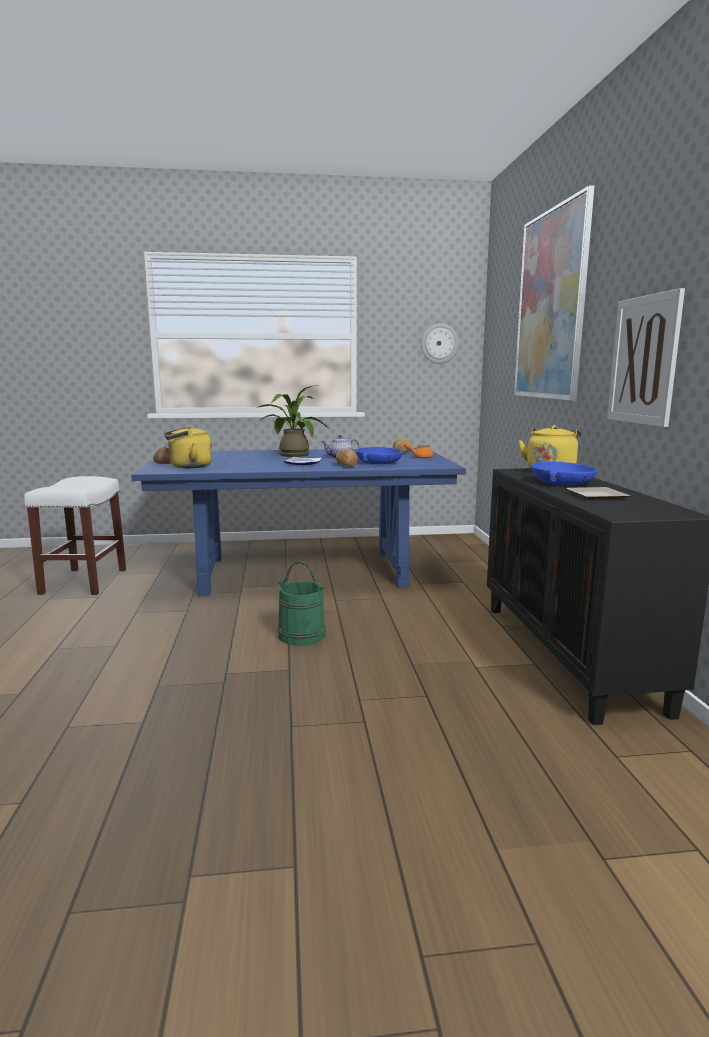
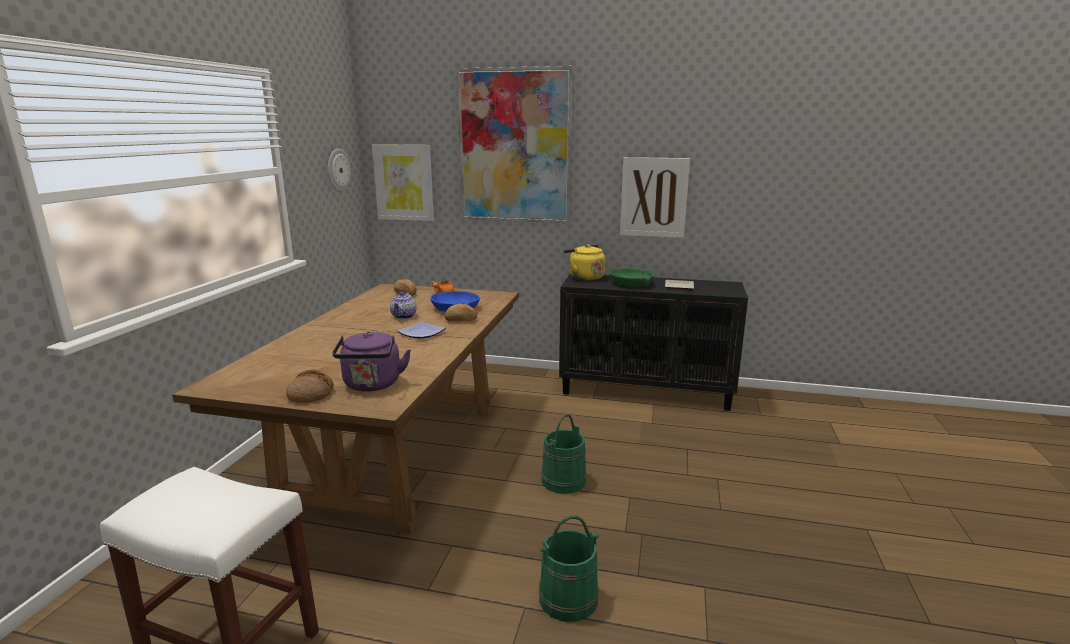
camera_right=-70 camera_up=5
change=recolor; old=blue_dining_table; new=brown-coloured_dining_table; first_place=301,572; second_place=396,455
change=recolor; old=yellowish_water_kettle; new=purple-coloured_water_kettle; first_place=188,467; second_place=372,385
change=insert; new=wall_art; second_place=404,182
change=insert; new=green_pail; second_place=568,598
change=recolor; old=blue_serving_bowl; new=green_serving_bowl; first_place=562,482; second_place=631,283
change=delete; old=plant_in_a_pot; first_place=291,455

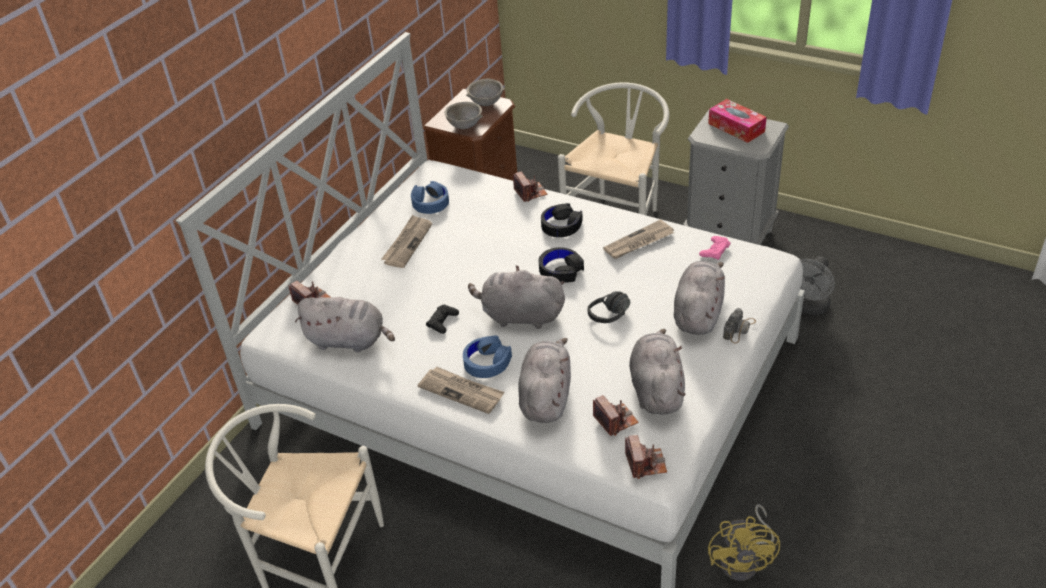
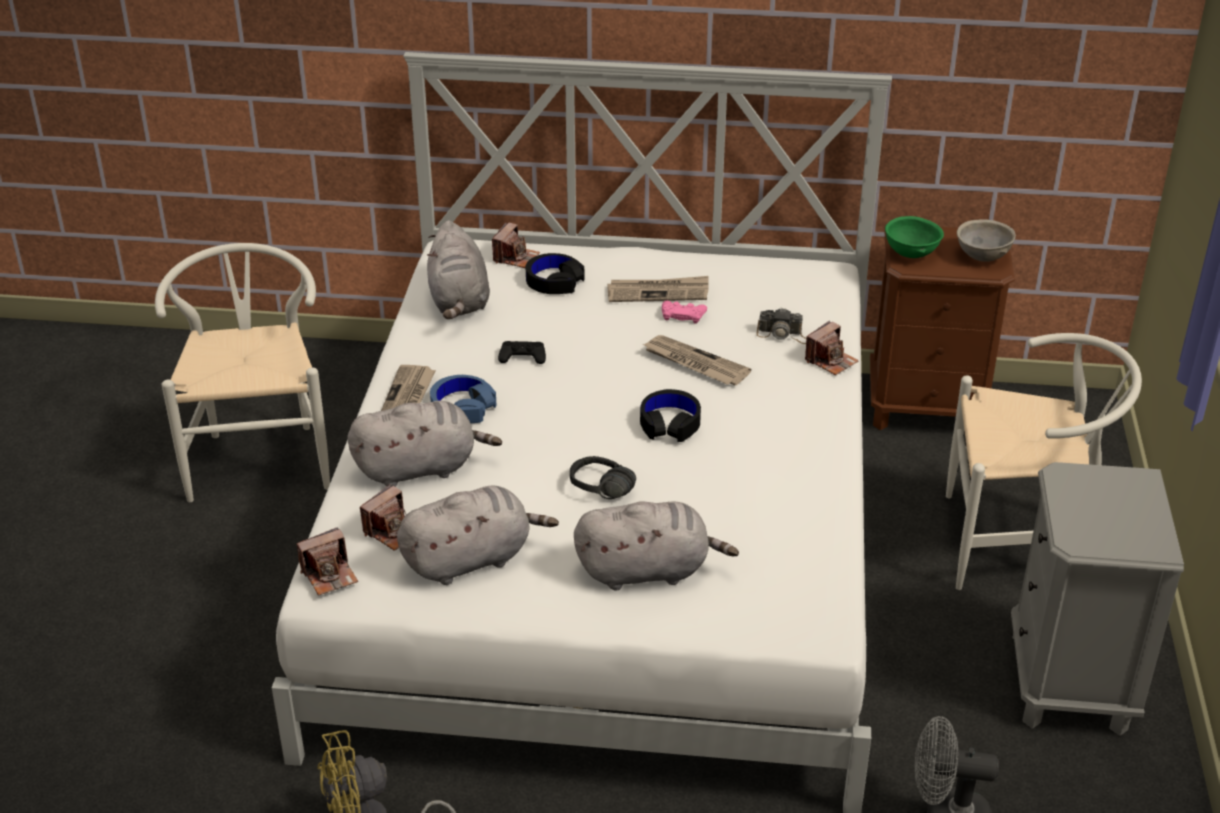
camera_right=65 camera_up=-5
change=move; old=black-coloured_headset; first_place=561,225; second_place=554,281
change=move; old=newspaper; first_place=638,242; second_place=694,363
change=move; old=pink-coloured_joypad; first_place=715,250; second_place=683,315
change=move; old=photo_camera; first_place=739,329; second_place=783,335
change=recolor; old=gray_serving_bowl; new=green_serving_bowl; first_place=464,126; second_place=911,254
change=delete; old=blue_headset; first_place=430,202
change=delete; old=gray_cuddly_toy; first_place=519,316
change=delete; old=box_of_tissues; first_place=736,127

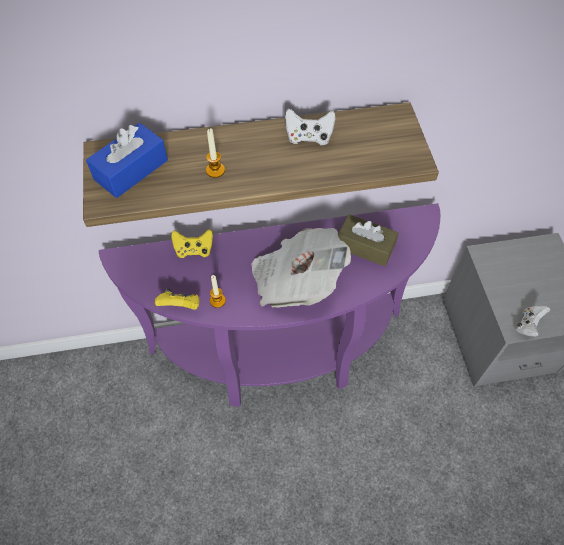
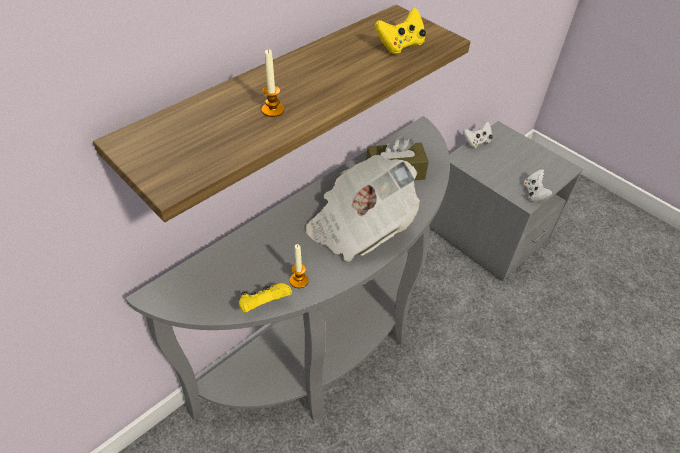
camera_right=-35 camera_up=-10
change=recolor; old=purple-coloured_hall_table; new=gray_hall_table; first_place=280,358; second_place=330,348
change=move; old=yellowish_joypad; first_place=194,250; second_place=400,46
change=move; old=white-coloured_joypad; first_place=308,137; second_place=476,142
change=delete; old=blue_box_of_tissues; first_place=131,170

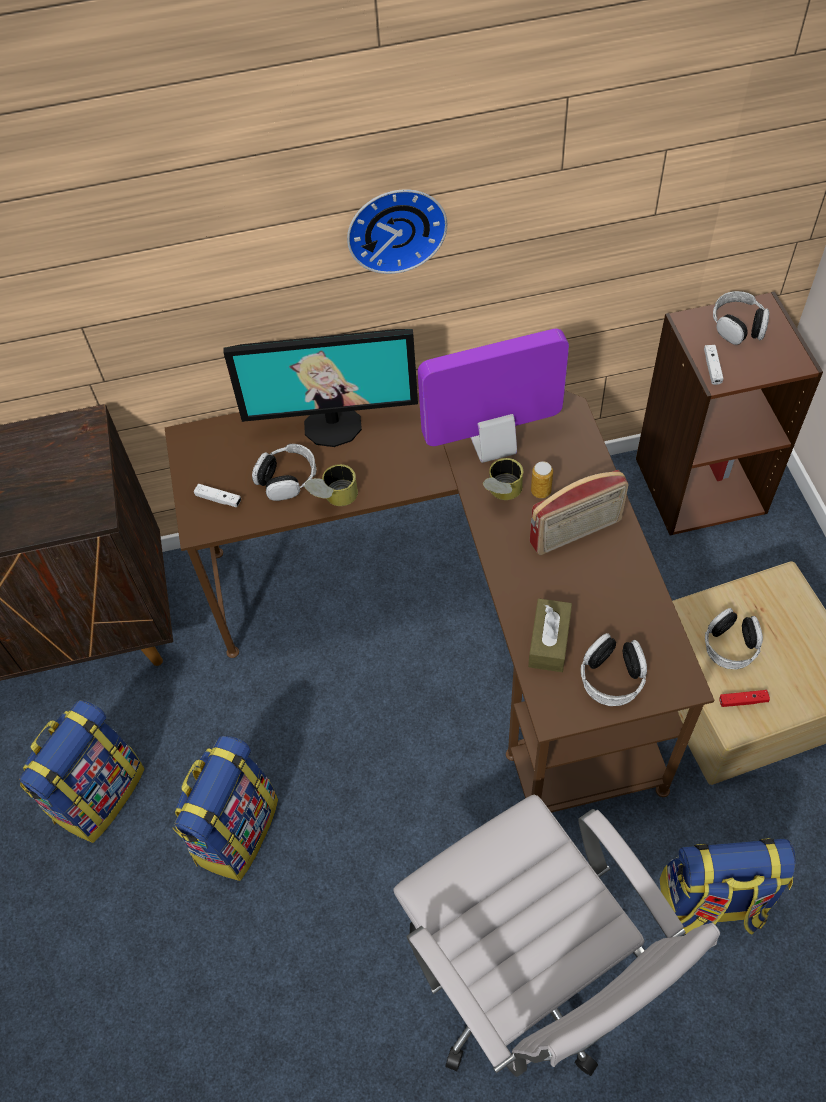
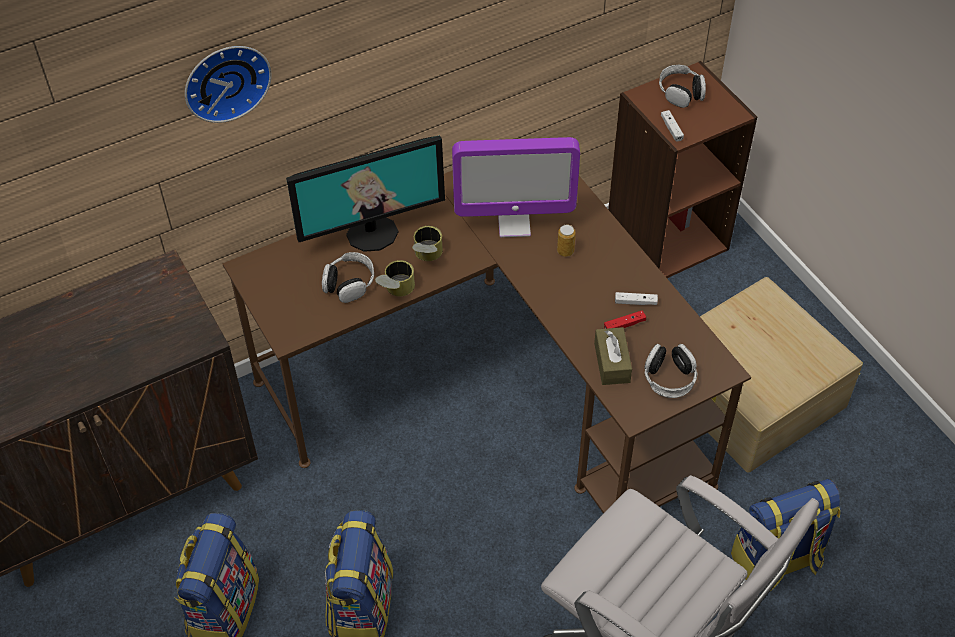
camera_right=-20 camera_up=-5
change=move; old=wall_clock; first_place=395,227; second_place=225,80
change=move; old=can; first_place=501,494; second_place=427,257
change=rotate; old=computer_screen; first_place=493,446; second_place=514,224; degrees=-150
change=move; old=red_joypad; first_place=743,701; second_place=624,325
change=move; old=white-coloured_joypad; first_place=218,499; second_place=635,302
change=delete; old=radio_receiver; first_place=576,533
change=delete; old=headset; first_place=730,645

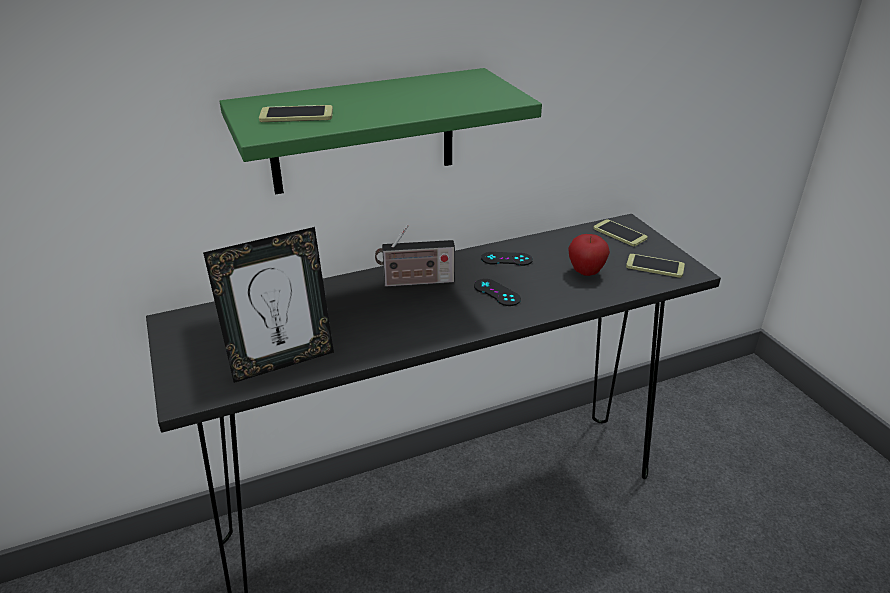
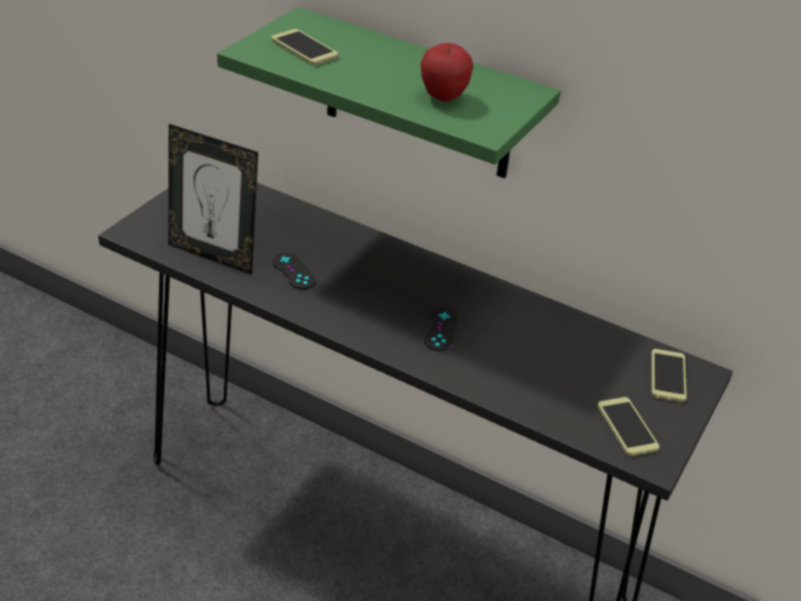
camera_right=50 camera_up=5
change=move; old=black-coloured_joypad; first_place=506,259; second_place=293,271
change=move; old=apple_fruit; first_place=586,272; second_place=443,97
change=delete; old=radio_receiver; first_place=415,282

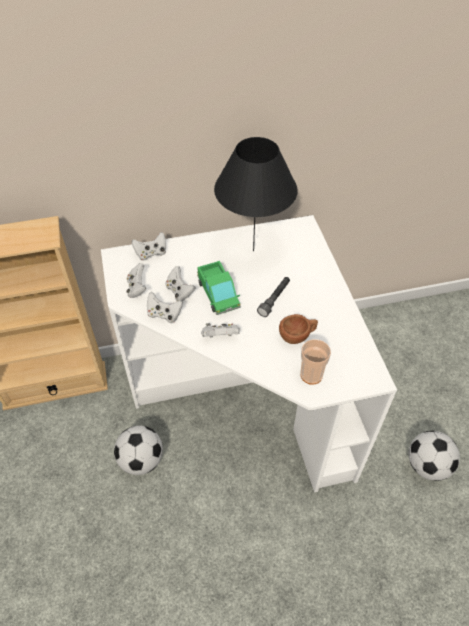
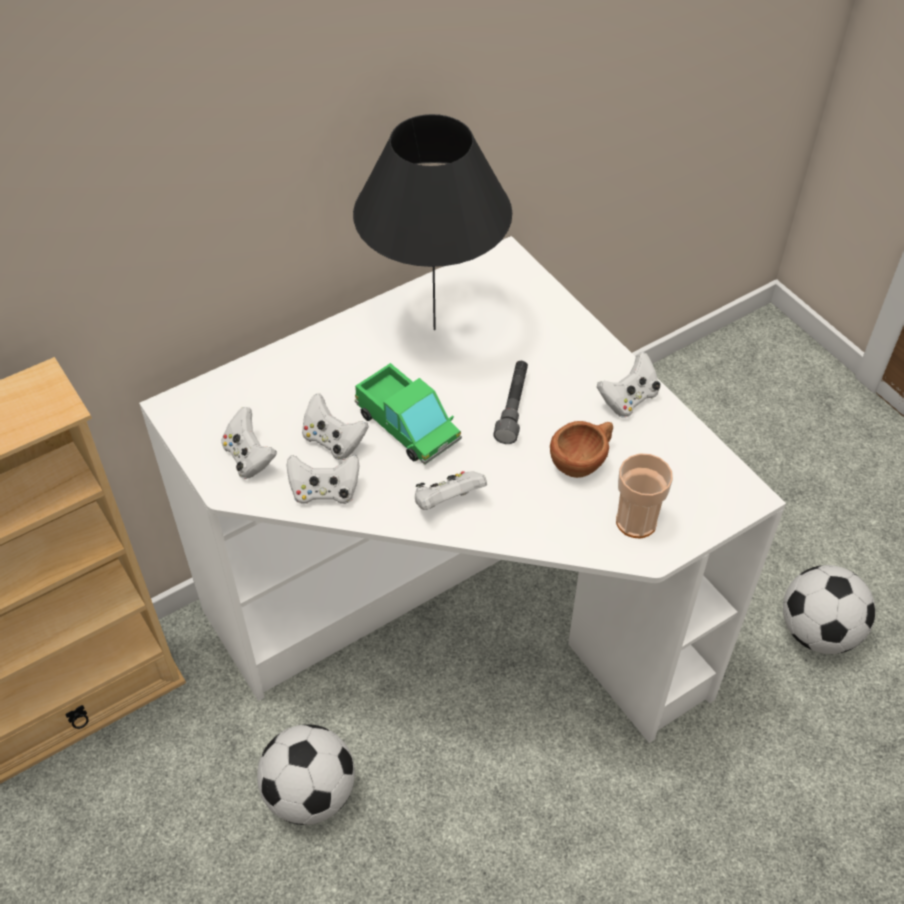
camera_right=-20 camera_up=0
change=move; old=white-coloured_joypad; first_place=151,253; second_place=628,399

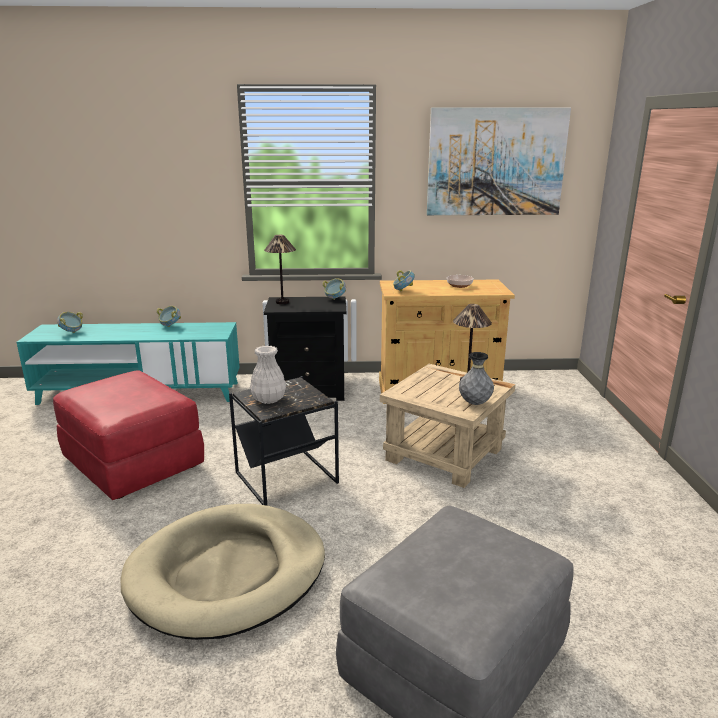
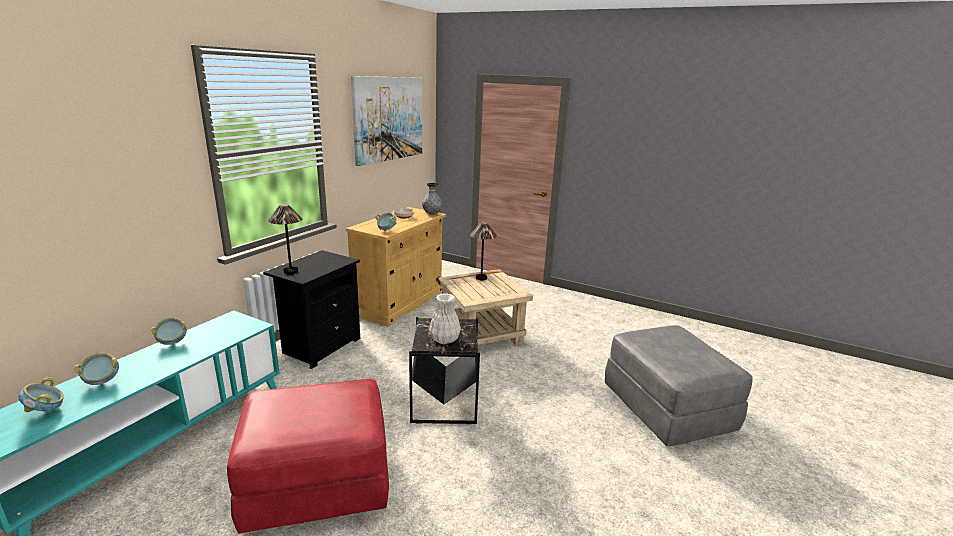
camera_right=-60 camera_up=0
change=move; old=serving_bowl; first_place=335,299; second_place=102,382
change=move; old=gray_flower_vase; first_place=475,403; second_place=432,214
change=delete; old=beige_dog_cushion; first_place=228,573

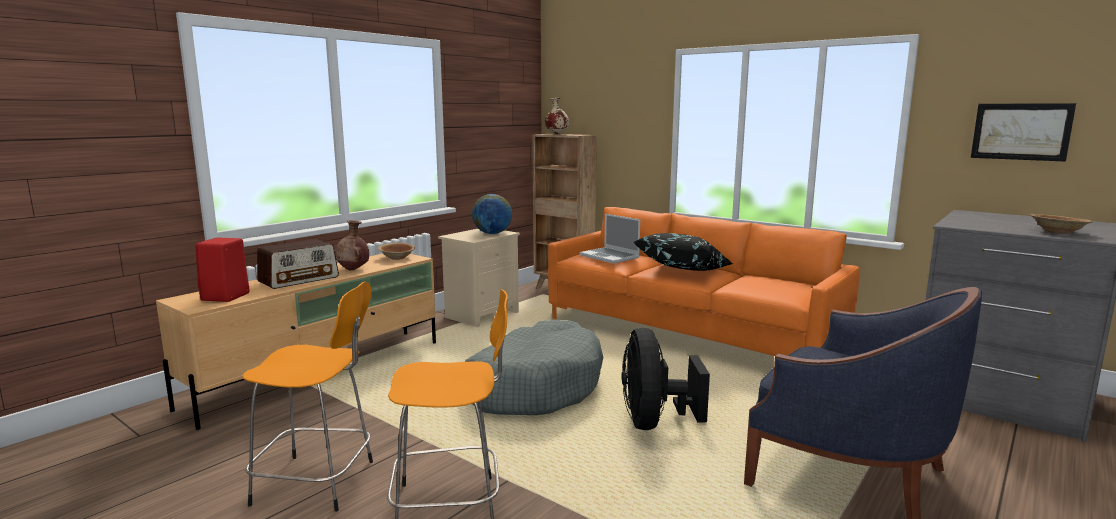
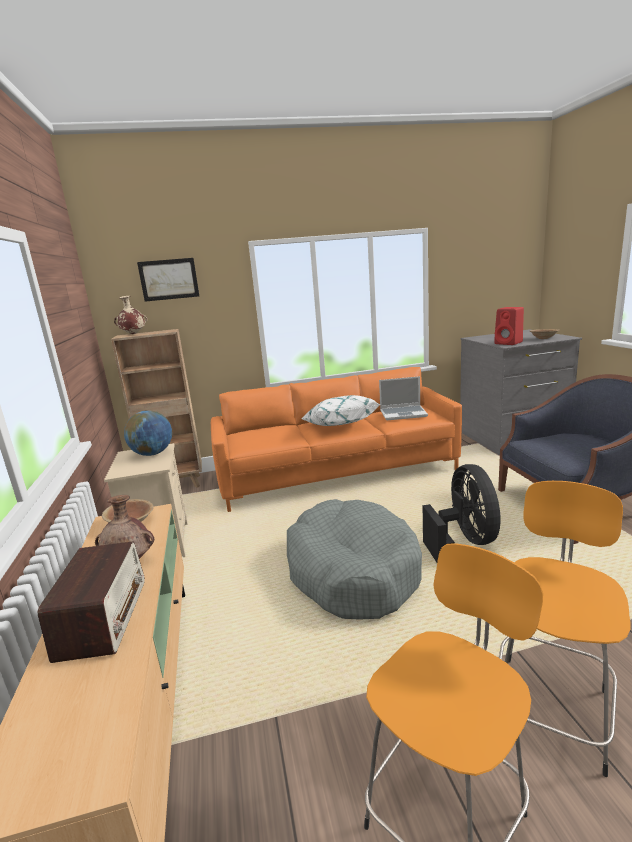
camera_right=-50 camera_up=5
change=move; old=wall_art; first_place=1021,131; second_place=169,279
change=recolor; old=black-coloured_throw_pillow; new=white-coloured_throw_pillow; first_place=684,270; second_place=339,425
change=move; old=notebook_computer; first_place=610,257; second_place=403,413
change=rotate; old=black-coloured_electric_fan; first_place=654,422; second_place=464,541; degrees=-135
change=move; old=red_speaker; first_place=225,297; second_place=509,343

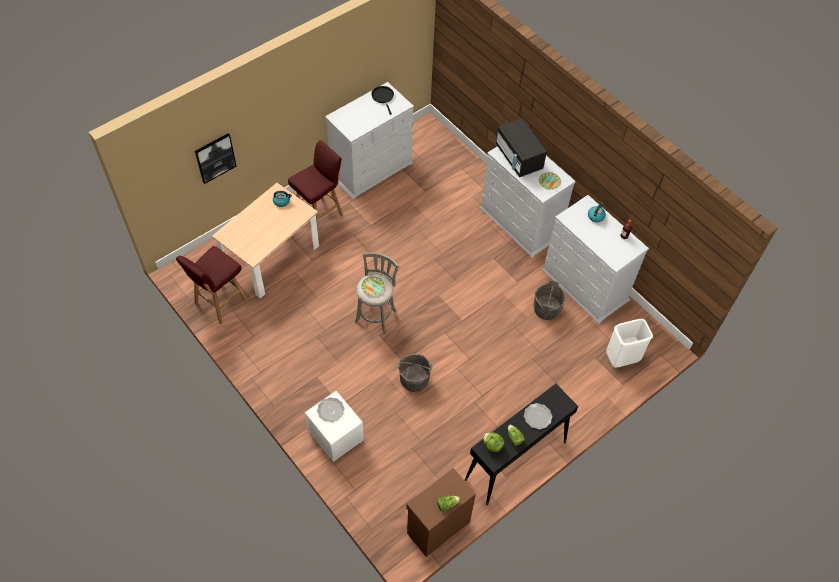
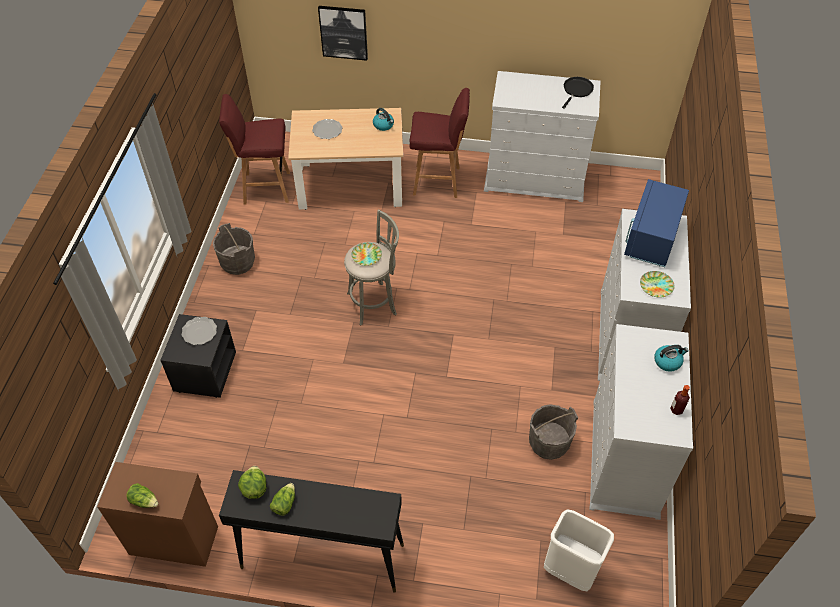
camera_right=50 camera_up=-5
change=recolor; old=white-coloured_bedside_table; new=black-coloured_bedside_table; first_place=335,435; second_place=204,371
change=move; old=gray_pail; first_place=414,380; second_place=237,262
change=move; old=plate; first_place=537,417; second_place=327,130
change=recolor; old=black-coloured_kitchen_microwave; new=blue_kitchen_microwave; first_place=518,158; second_place=651,238

